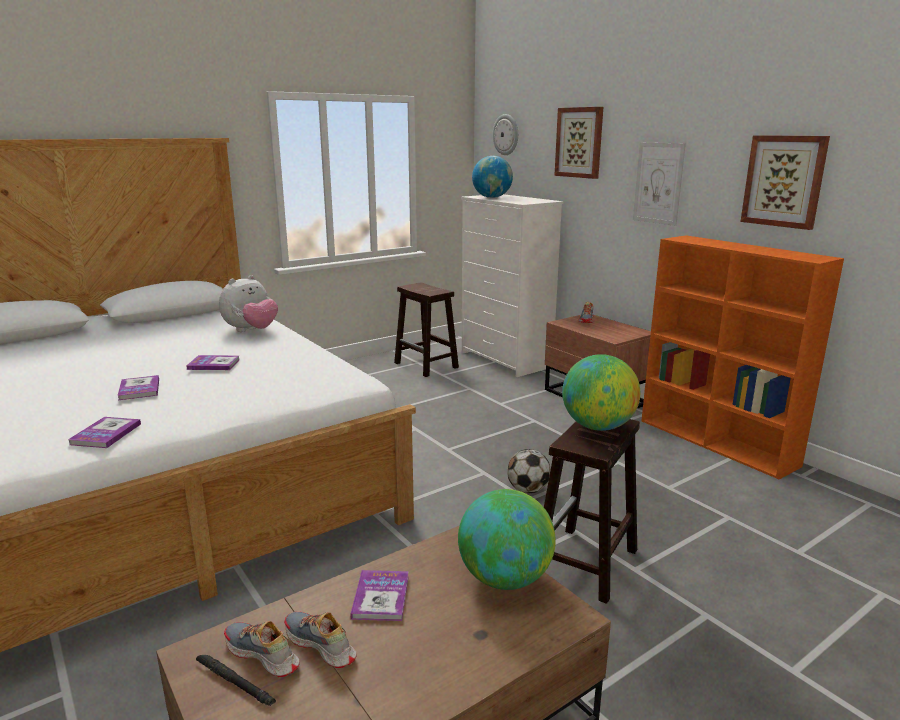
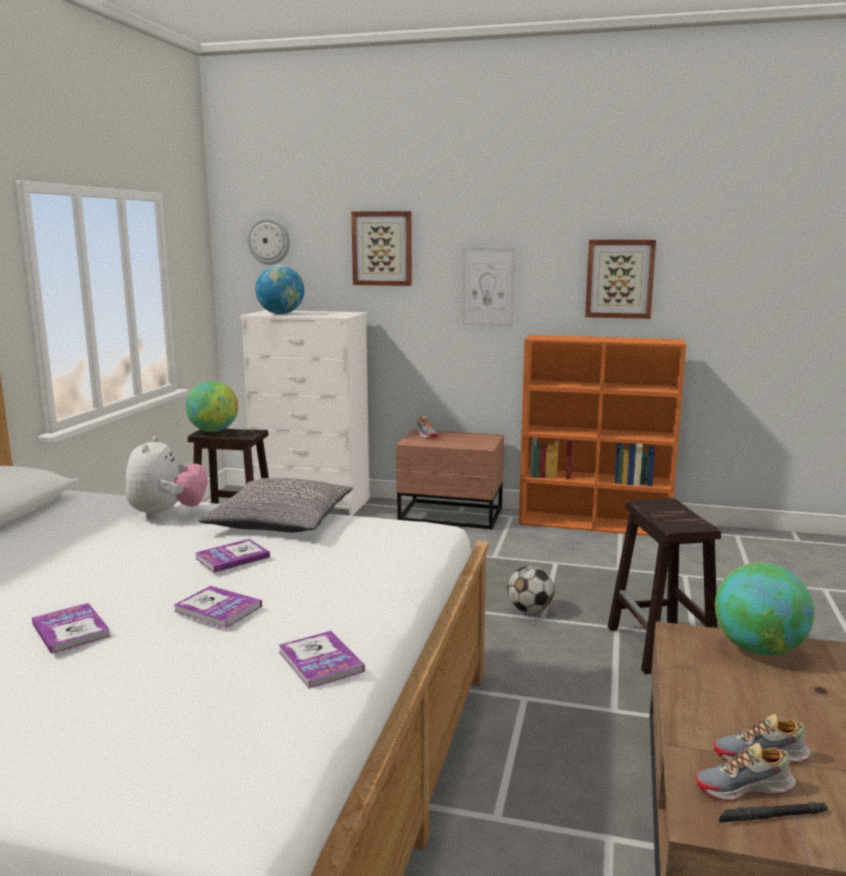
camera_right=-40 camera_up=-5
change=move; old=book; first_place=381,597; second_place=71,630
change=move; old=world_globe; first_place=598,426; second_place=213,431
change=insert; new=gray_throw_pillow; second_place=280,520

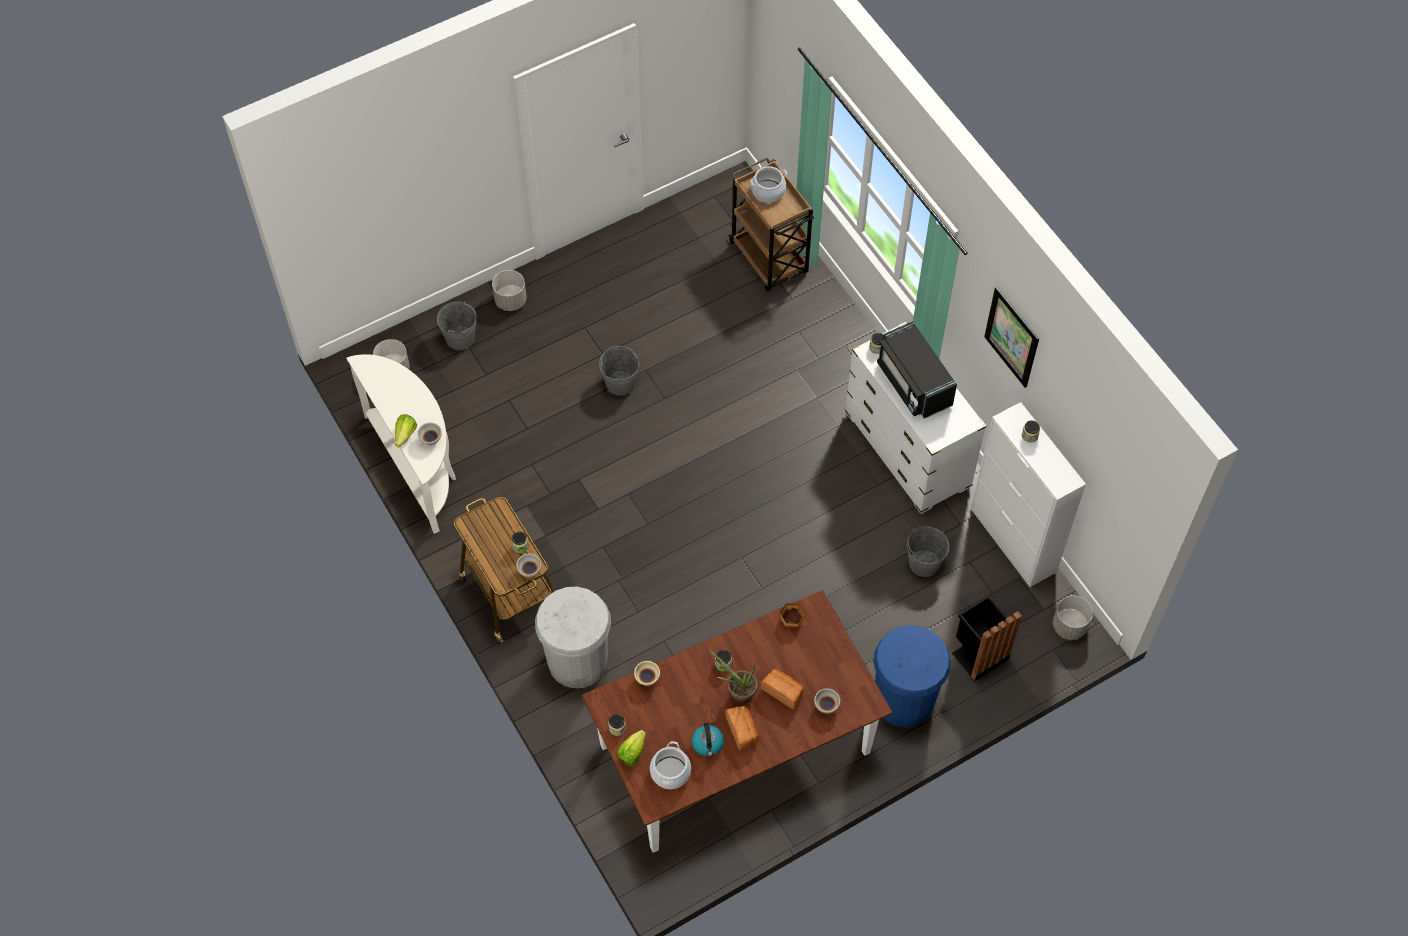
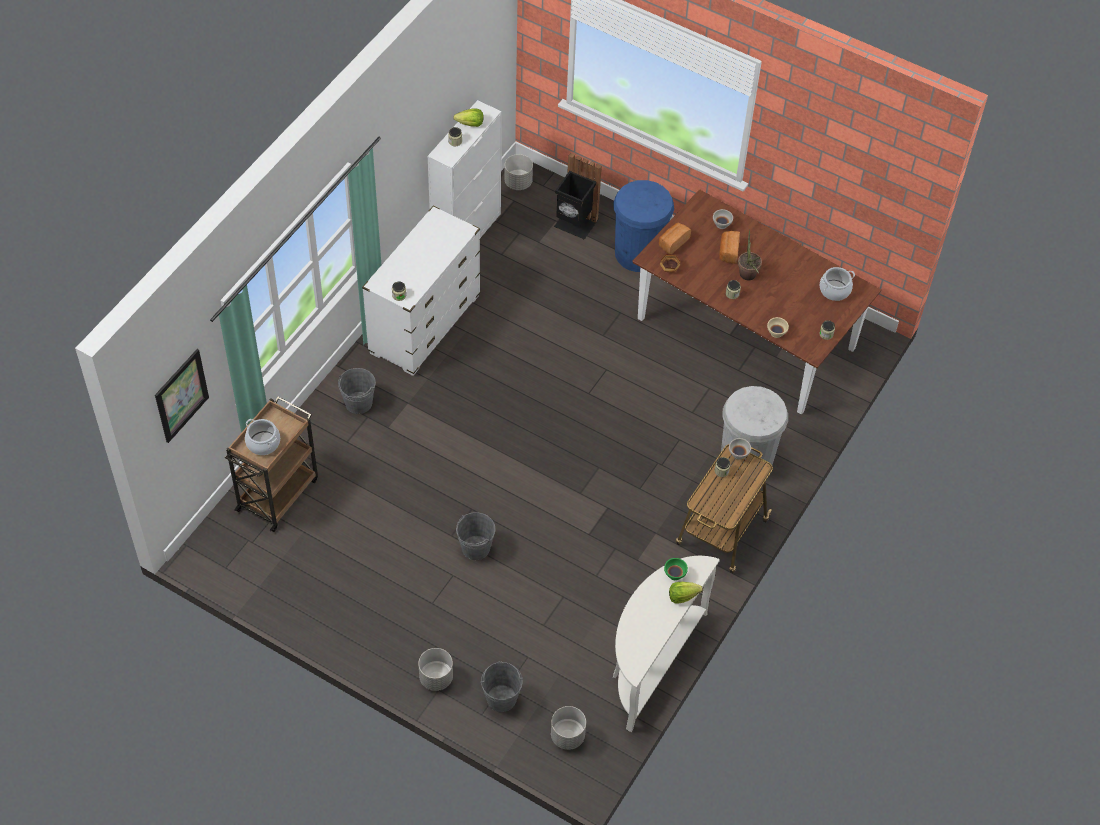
camera_right=-120 camera_up=-5
change=move; old=wall_art; first_place=1012,337; second_place=181,395
change=move; old=gray_pail; first_place=924,563; second_place=358,403
change=move; old=lettuce_head; first_place=632,752; second_place=470,124
change=move; old=bread; first_place=742,731; second_place=673,243
change=recolor; old=white-coloured_serving_bowl; new=green_serving_bowl; first_place=431,440; second_place=675,574
change=delete; old=water_kettle; first_place=708,744
change=delete; old=black-coloured_kitchen_microwave; first_place=913,383

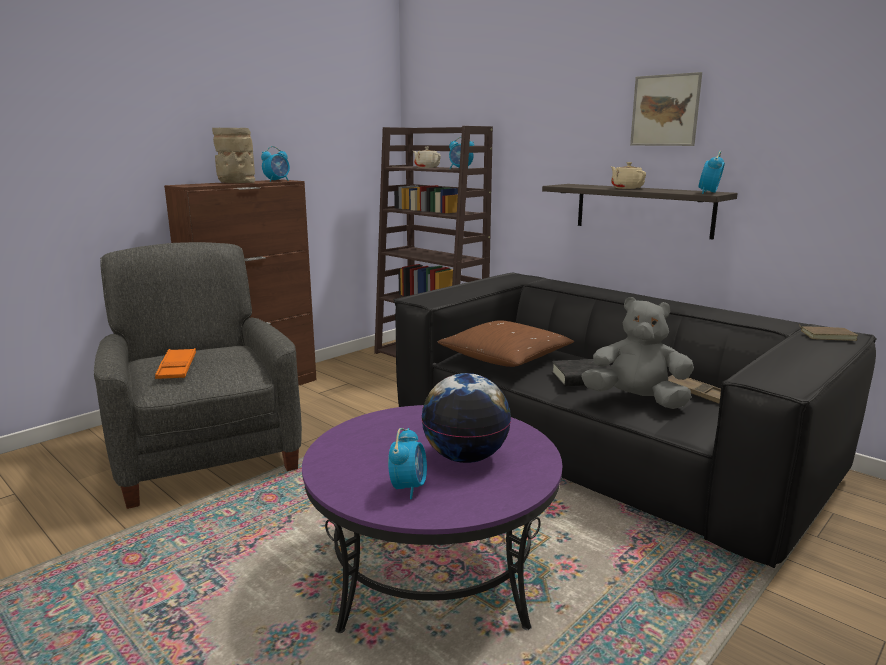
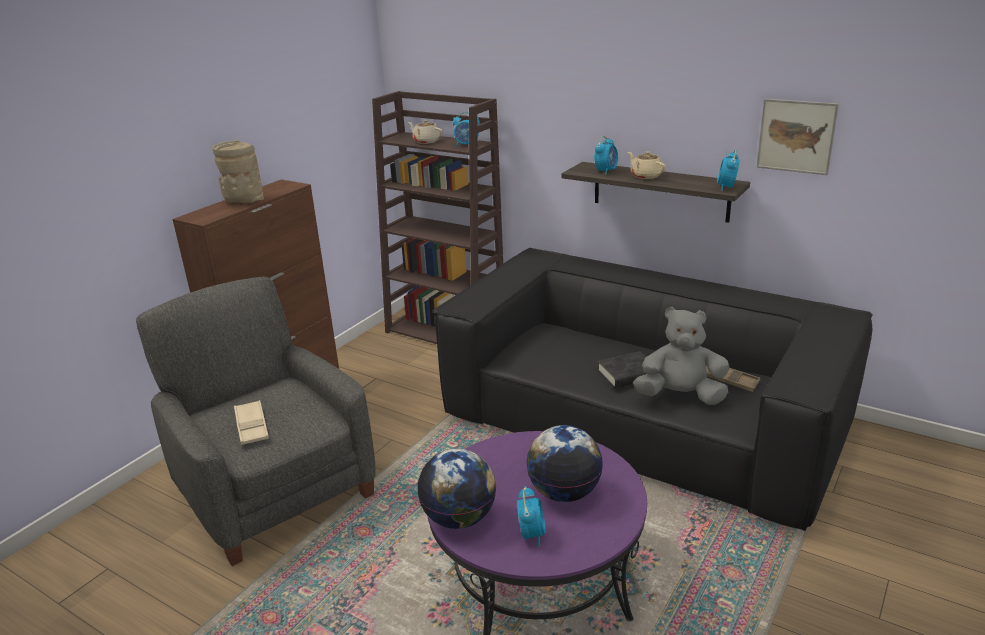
camera_right=-10 camera_up=10
change=recolor; old=orangey_carrying_tray; new=beige_carrying_tray; first_place=177,368; second_place=252,426
change=insert; new=world_globe; second_place=459,518
change=move; old=bedside_clock; first_place=277,181; second_place=606,171
change=move; old=wall_art; first_place=665,110; second_place=796,136
change=delete; old=brown-coloured_throw_pillow; first_place=505,358
change=delete; old=brown-coloured_book; first_place=827,335

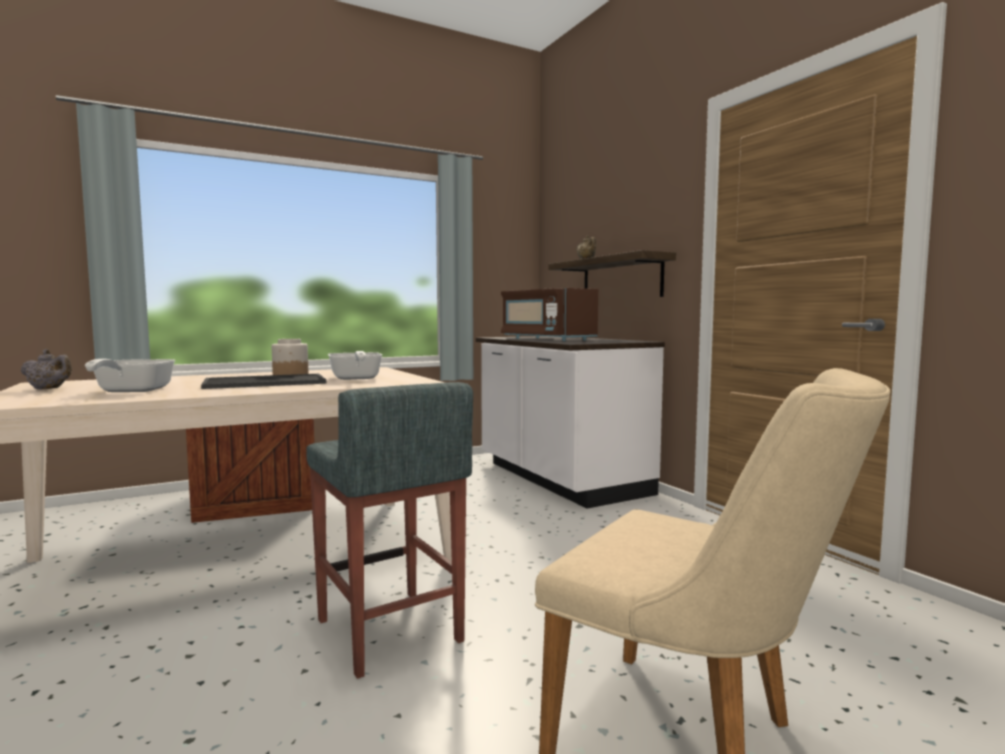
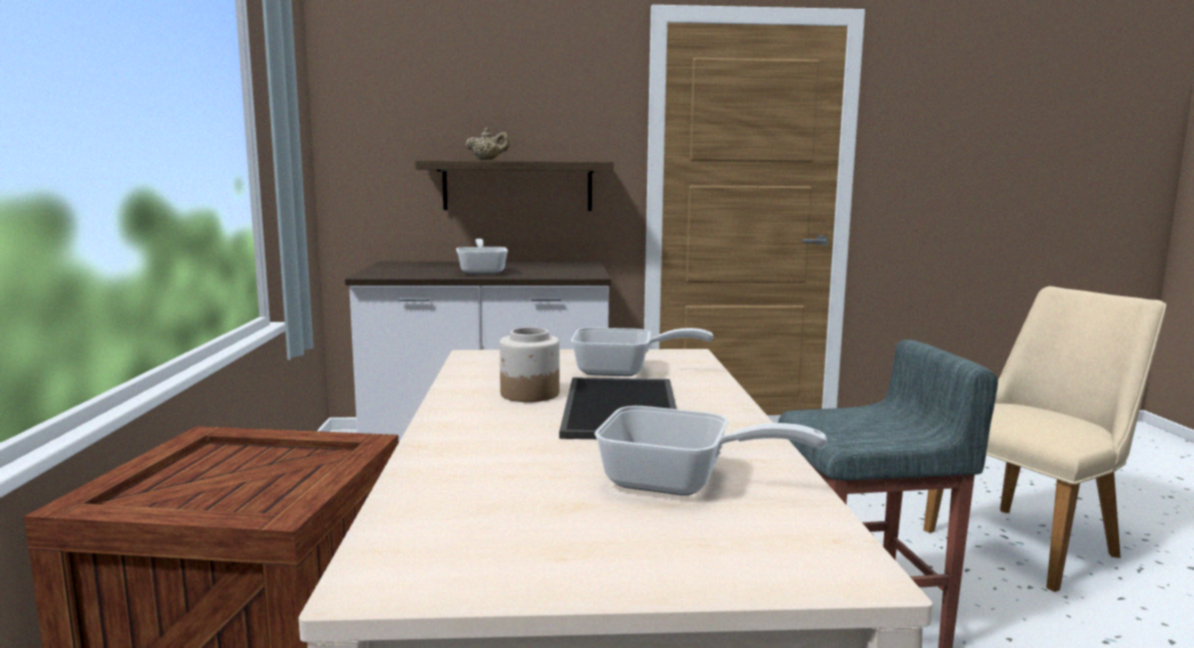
camera_right=-65 camera_up=5
change=replace; old=brown-coloured_kitchen_microwave; new=pan; first_place=546,339; second_place=482,271
change=delete; old=gray_tea_pot; first_place=49,389

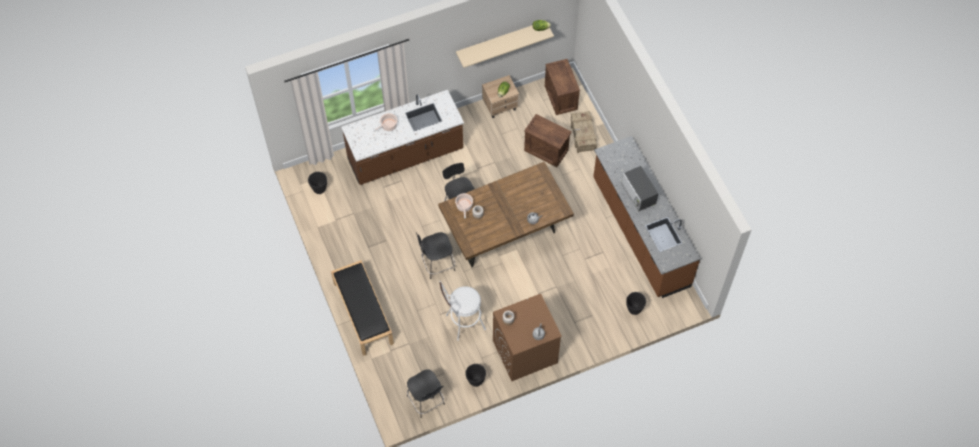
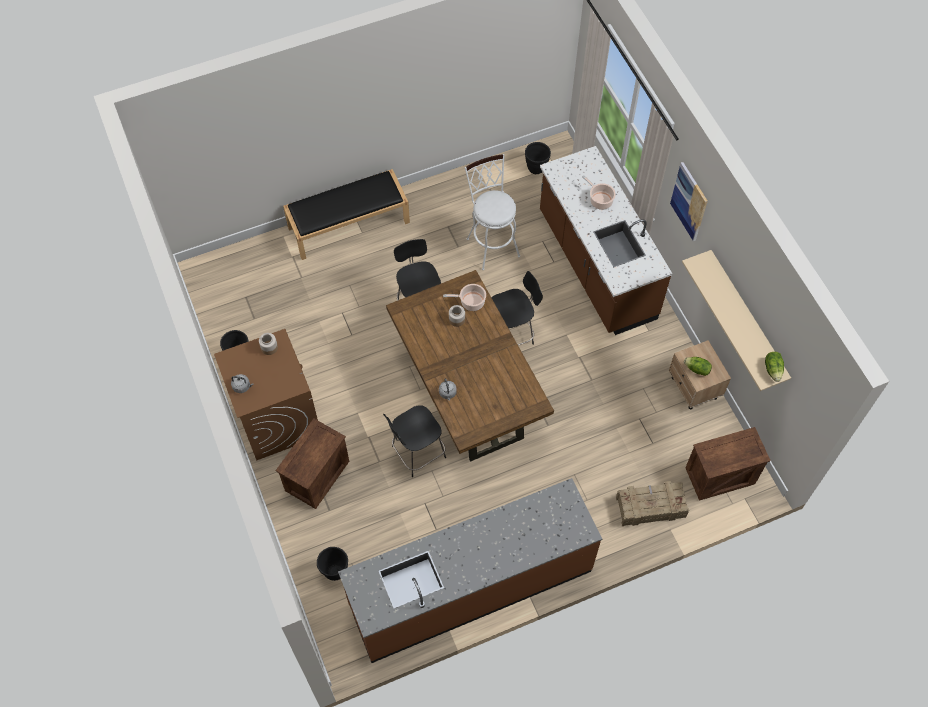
camera_right=90 camera_up=0
change=move; old=crate; first_place=545,150; second_place=317,475
change=move; old=black-coloured_plain_chair; first_place=426,401; second_place=417,453
change=move; old=white-coloured_stool_seat; first_place=462,323; second_place=491,243
change=insert; new=wall_art; second_place=689,201
change=delete; old=kitchen_microwave; first_place=638,194

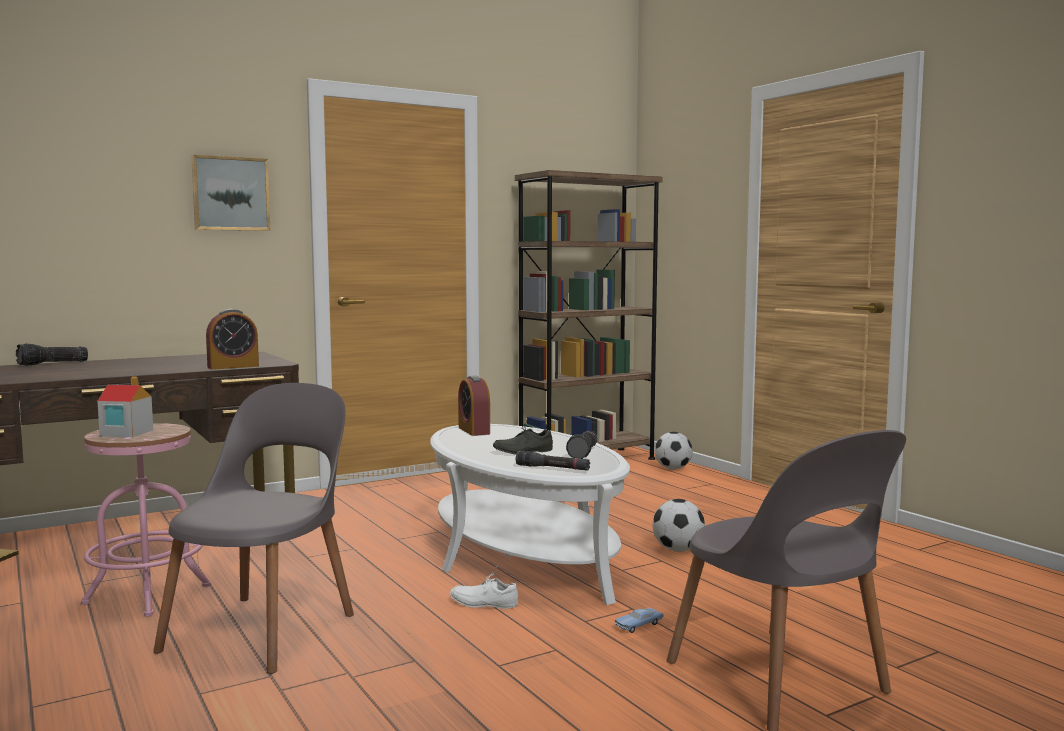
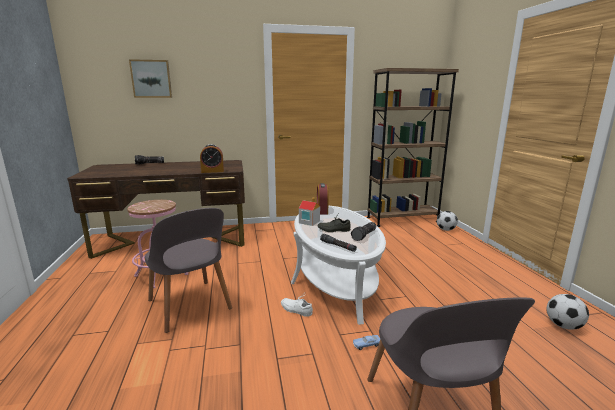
camera_right=20 camera_up=10
change=move; old=wall_art; first_place=230,194; second_place=151,79
change=rotate; old=gray_plain_chair; first_place=264,629; second_place=190,306; degrees=105
change=move; old=model_house; first_place=126,433; second_place=309,222
change=move; old=football_ball; first_place=678,550; second_place=563,326

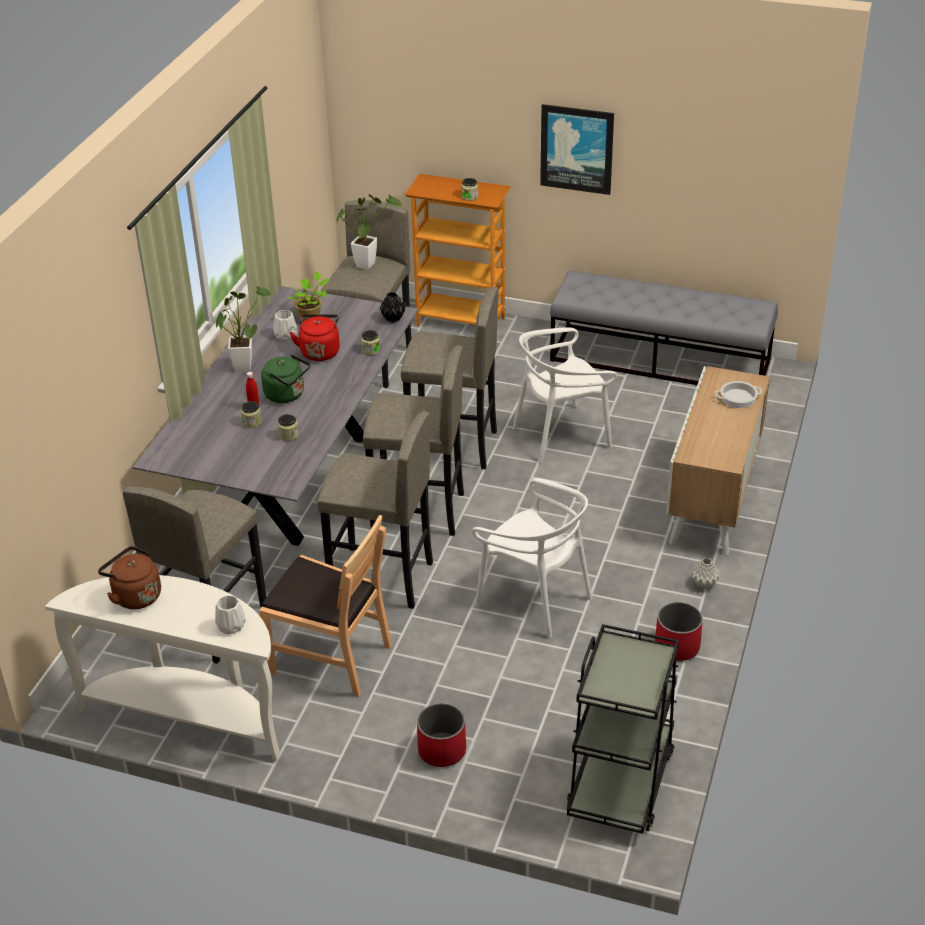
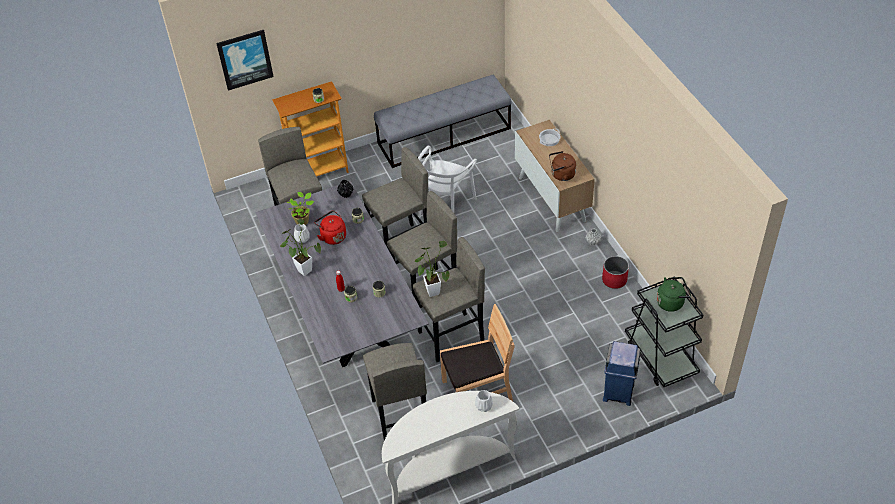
camera_right=-40 camera_up=10
change=move; old=wall_art; first_place=577,148; second_place=245,59
change=move; old=plant_in_a_pot; first_place=368,263; second_place=432,289
change=move; old=brown-coloured_water_kettle; first_place=134,595; second_place=561,175
change=insert; new=blue_waste_bin; second_place=618,391
change=move; old=green_water_kettle; first_place=287,395; second_place=671,302
change=delete; old=red_plant_pot; first_place=441,750
change=delete; old=white-coloured_plain_chair; first_place=534,599

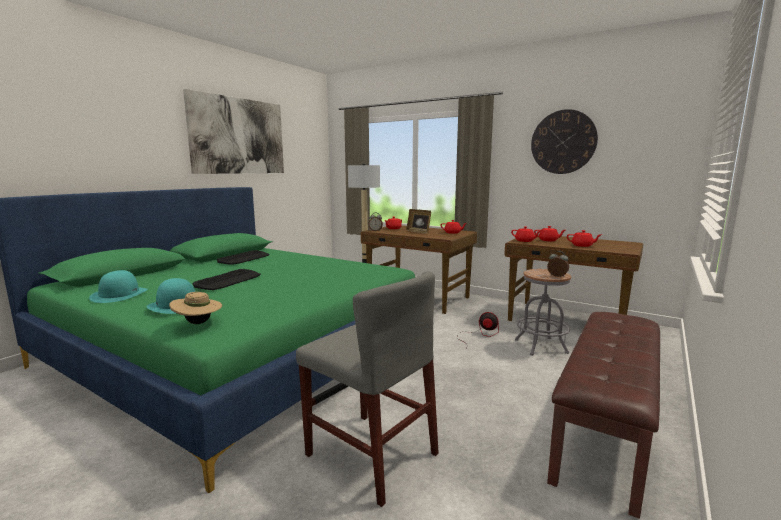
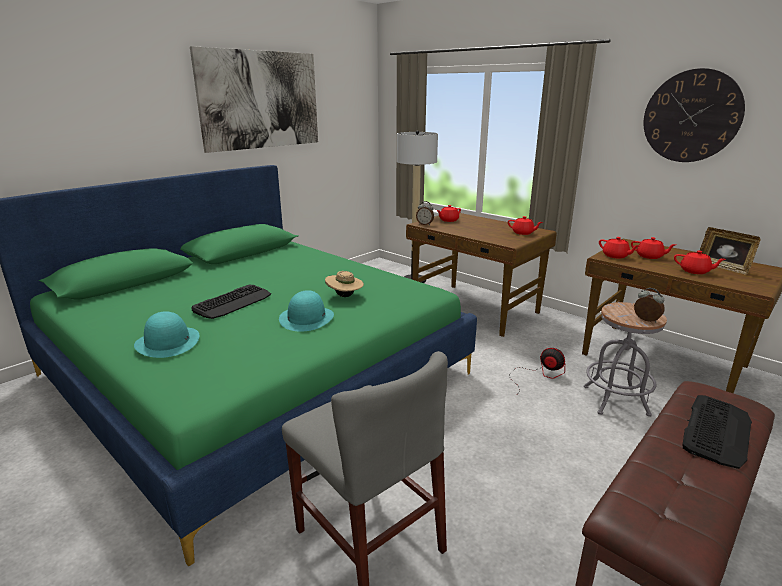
camera_right=10 camera_up=10
change=move; old=turquoise-coloured_clothing_hat; first_place=119,294; second_place=306,318
change=move; old=beige_clothing_hat; first_place=198,323; second_place=345,296
change=move; old=keyboard; first_place=244,258; second_place=716,430
change=move; old=picture_frame; first_place=418,232; second_place=723,267

